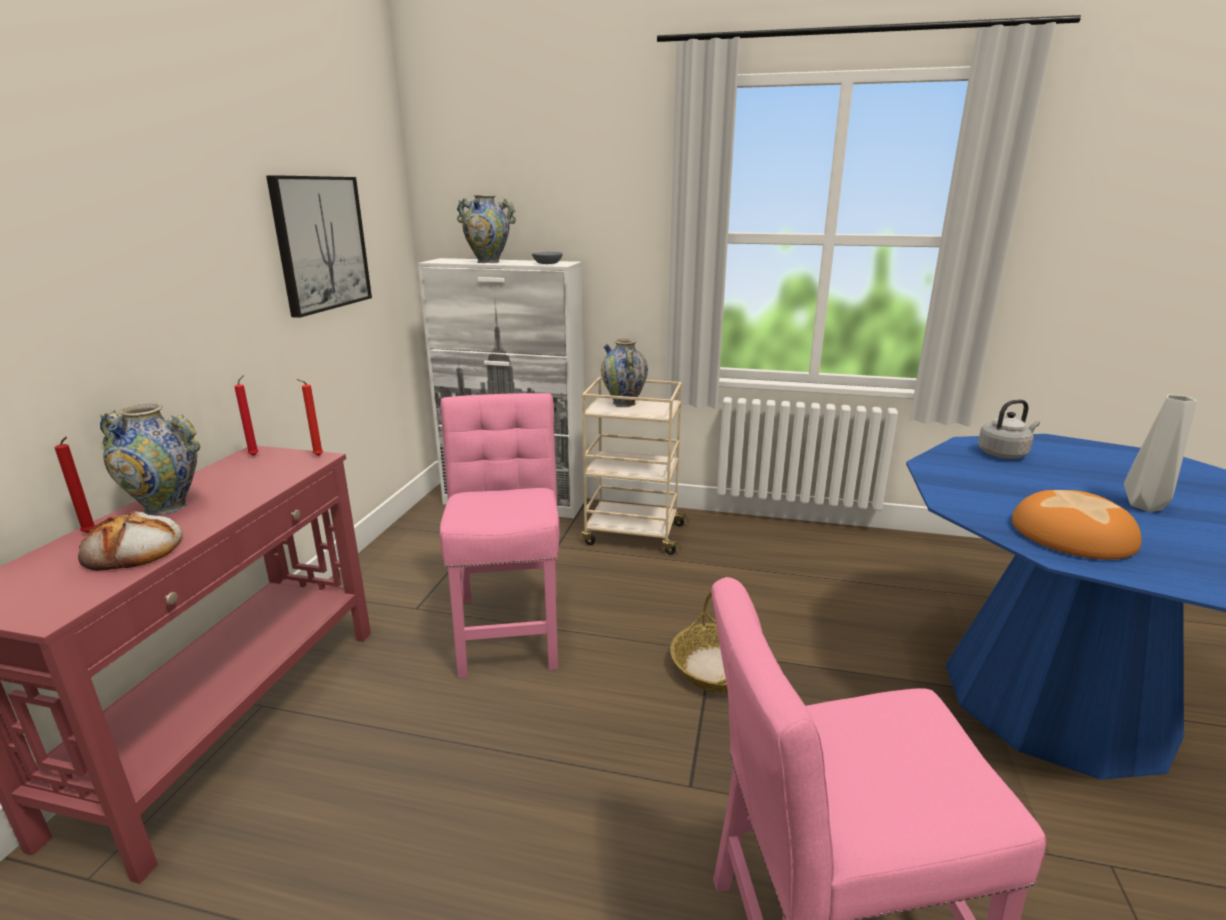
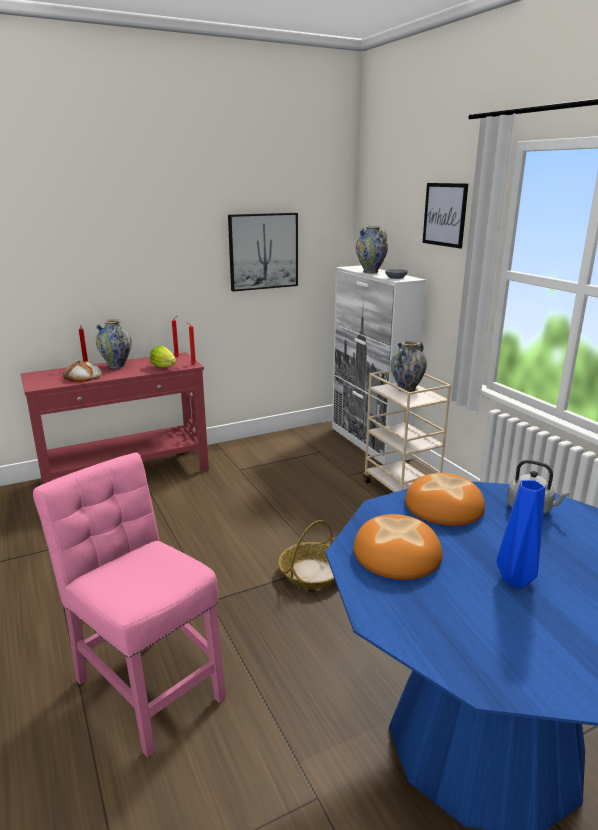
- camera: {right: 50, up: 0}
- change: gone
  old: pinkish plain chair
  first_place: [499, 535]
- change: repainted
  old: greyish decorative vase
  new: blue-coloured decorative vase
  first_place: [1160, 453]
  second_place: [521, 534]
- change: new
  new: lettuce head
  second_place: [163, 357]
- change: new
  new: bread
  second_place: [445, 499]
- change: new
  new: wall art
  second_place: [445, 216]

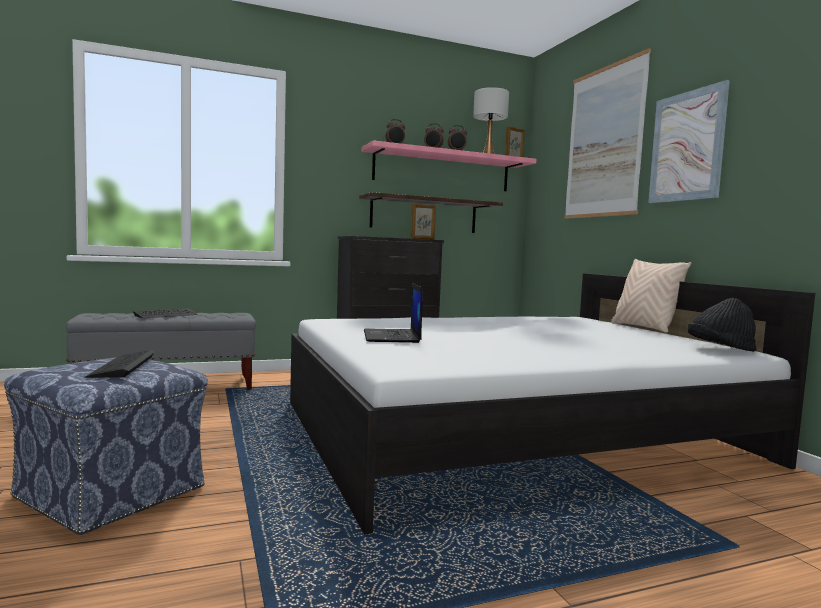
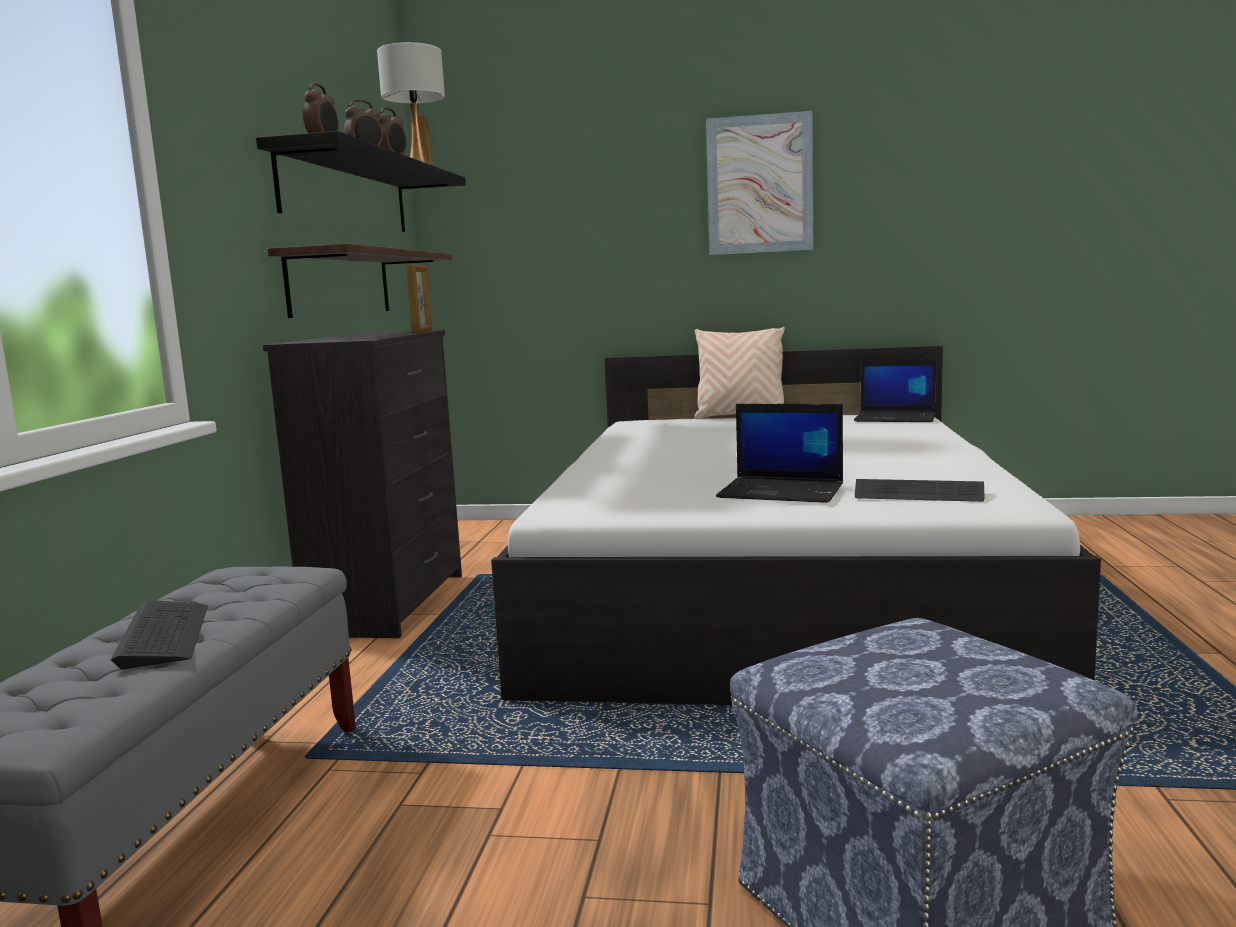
- camera: {right: -60, up: 5}
- change: shifted
  old: computer keyboard
  first_place: [120, 364]
  second_place: [919, 490]
- change: repainted
  old: pinkish bracket shelf
  new: blackish bracket shelf
  first_place: [449, 165]
  second_place: [361, 181]
- change: gone
  old: wall art
  first_place: [607, 133]
- change: swapped
  old: blackish wearable hat
  new: notebook computer
  first_place: [722, 325]
  second_place: [895, 390]

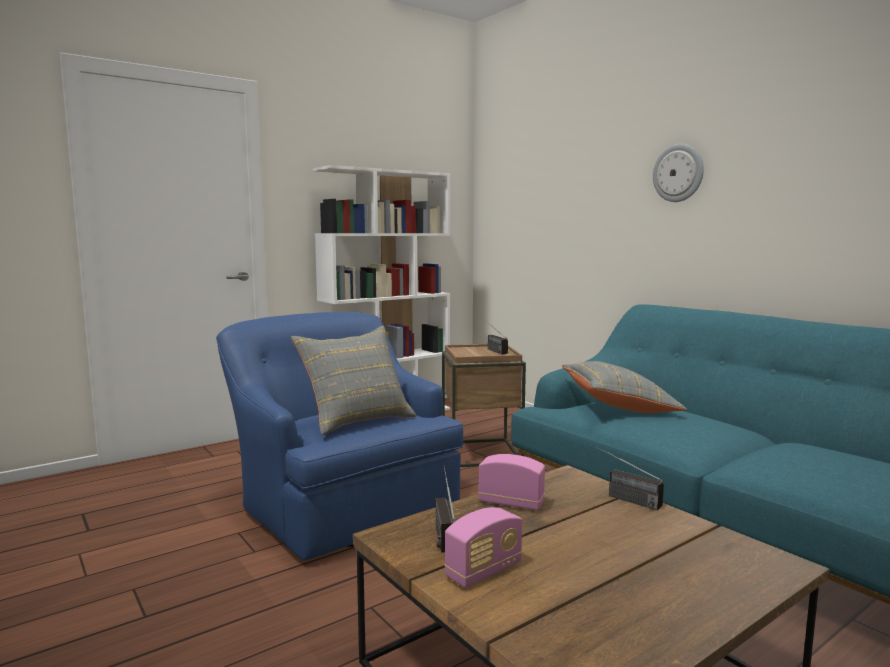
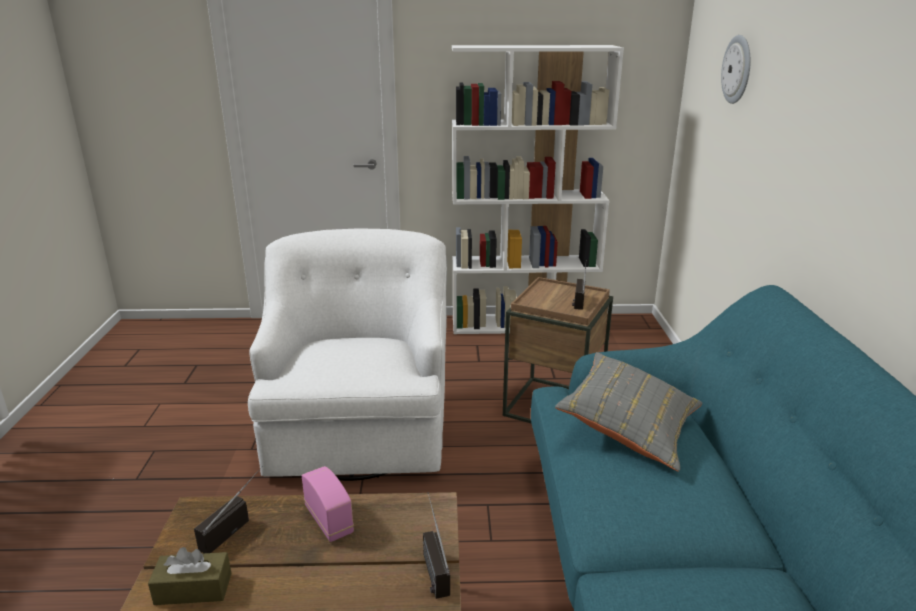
- camera: {right: 35, up: 15}
- change: repainted
  old: blue-coloured lounge chair
  new: whitish lounge chair
  first_place: [339, 436]
  second_place: [347, 354]
- change: gone
  old: greyish throw pillow
  first_place: [353, 380]
- change: swapped
  old: radio
  new: brown-coloured tissue holder
  first_place: [483, 547]
  second_place: [190, 576]
- change: shifted
  old: clock on the wall
  first_place: [678, 173]
  second_place: [736, 69]

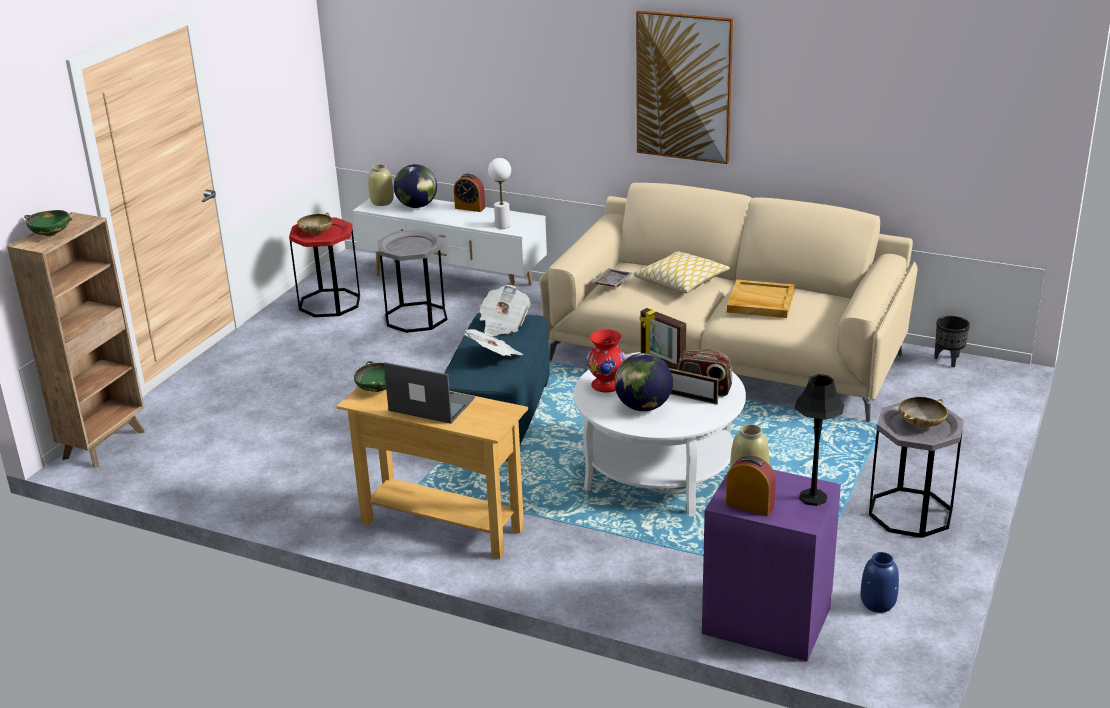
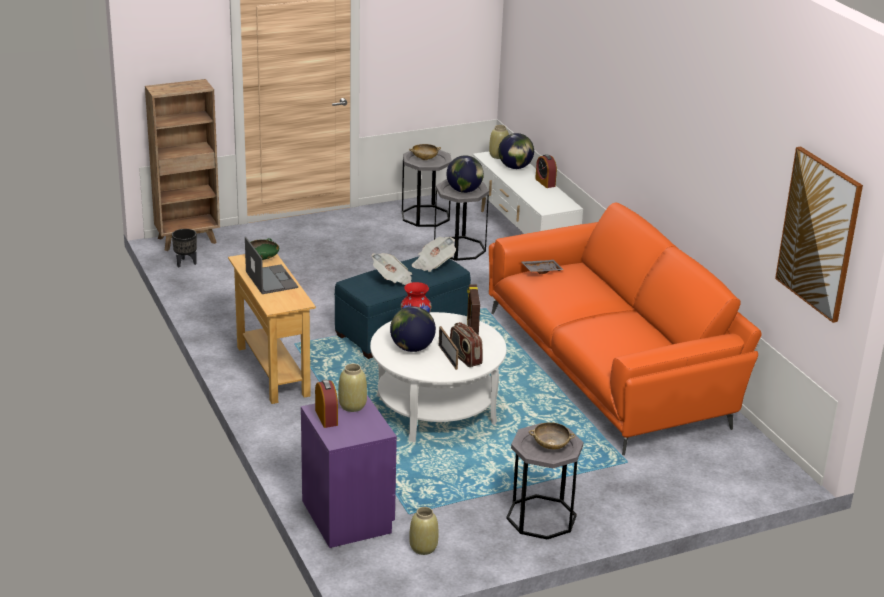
- camera: {right: 40, up: 0}
- change: gone
  old: green-coloured deep dish
  first_place: [48, 223]
- change: repainted
  old: red end table
  new: greyish end table
  first_place: [324, 267]
  second_place: [427, 188]
- change: gone
  old: whitish tabletop lamp
  first_place: [499, 193]
- change: repainted
  old: beige-coloured sofa
  new: orange-coloured sofa
  first_place: [728, 302]
  second_place: [625, 329]
- change: gone
  old: throw pillow
  first_place: [681, 272]
- change: shifted
  old: wall art
  first_place: [684, 87]
  second_place: [819, 235]
- change: gone
  old: beige-coloured carrying tray
  first_place: [761, 298]
- change: gone
  old: blackish tabletop lamp
  first_place: [819, 440]
- change: repainted
  old: blue-coloured decorative vase
  new: beige-coloured decorative vase
  first_place: [880, 582]
  second_place: [424, 531]
- change: shifted
  old: blackish planter
  first_place: [952, 341]
  second_place: [184, 248]
- change: new
  new: world globe
  second_place: [465, 174]

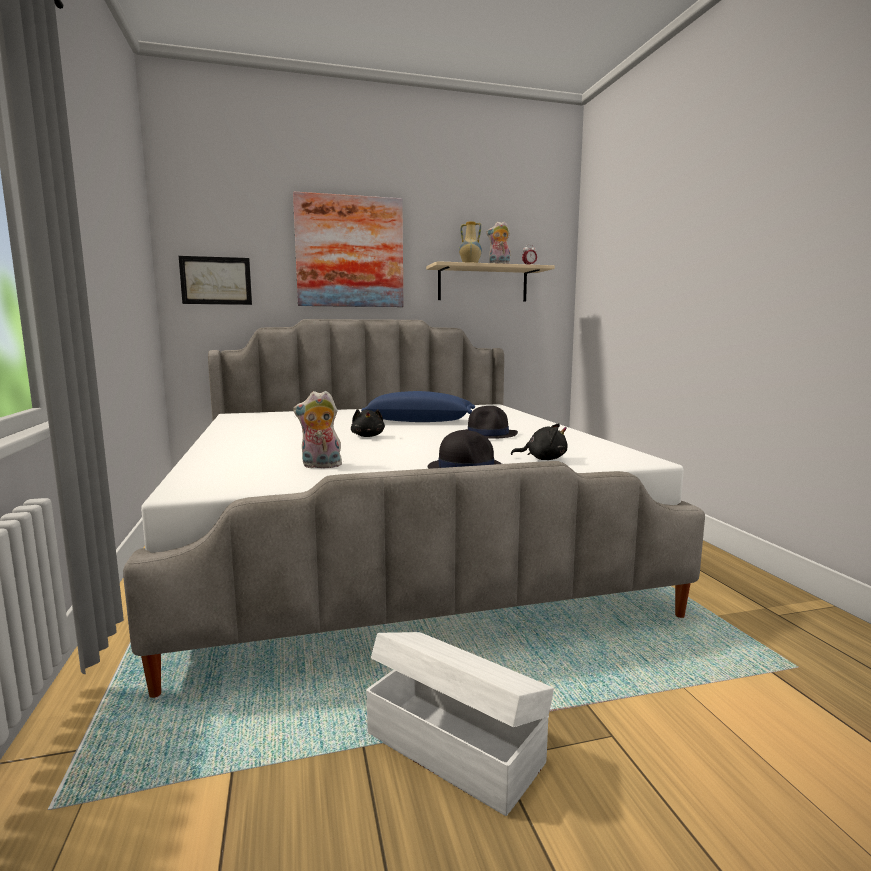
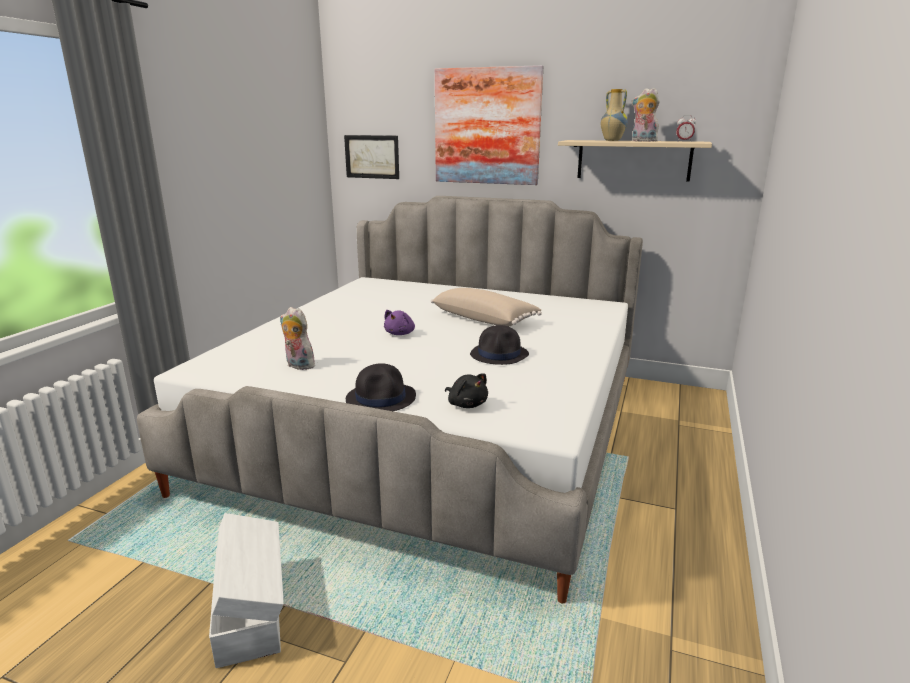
- camera: {right: 35, up: 10}
- change: repainted
  old: blackish cuddly toy
  new: purple-coloured cuddly toy
  first_place: [368, 423]
  second_place: [399, 322]
- change: repainted
  old: blue-coloured throw pillow
  new: beige-coloured throw pillow
  first_place: [418, 406]
  second_place: [486, 307]

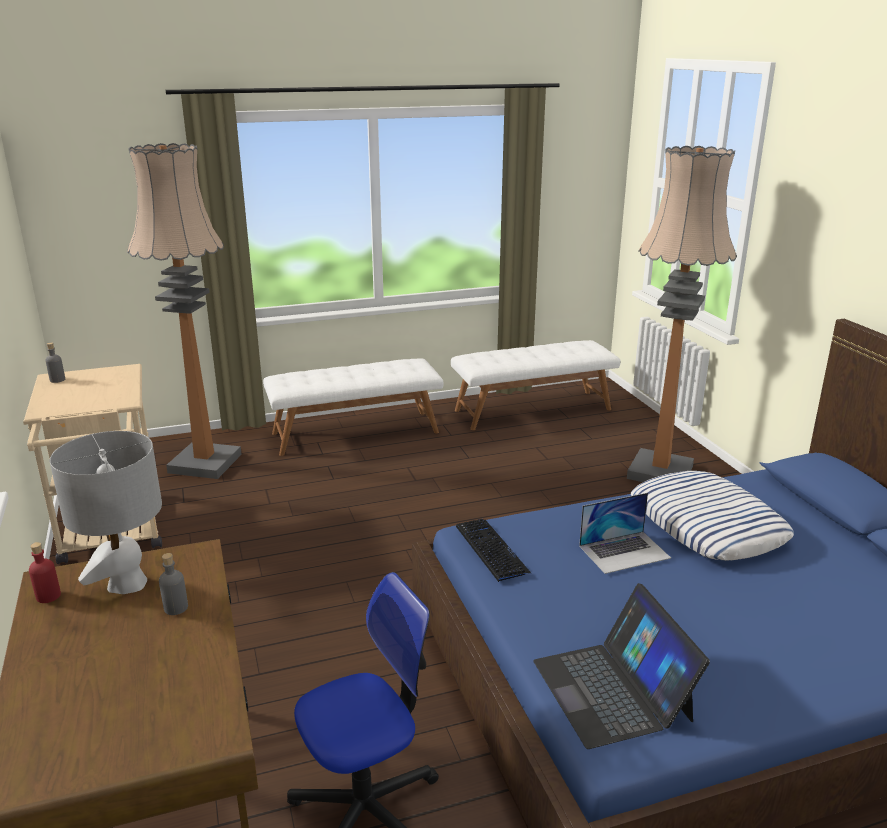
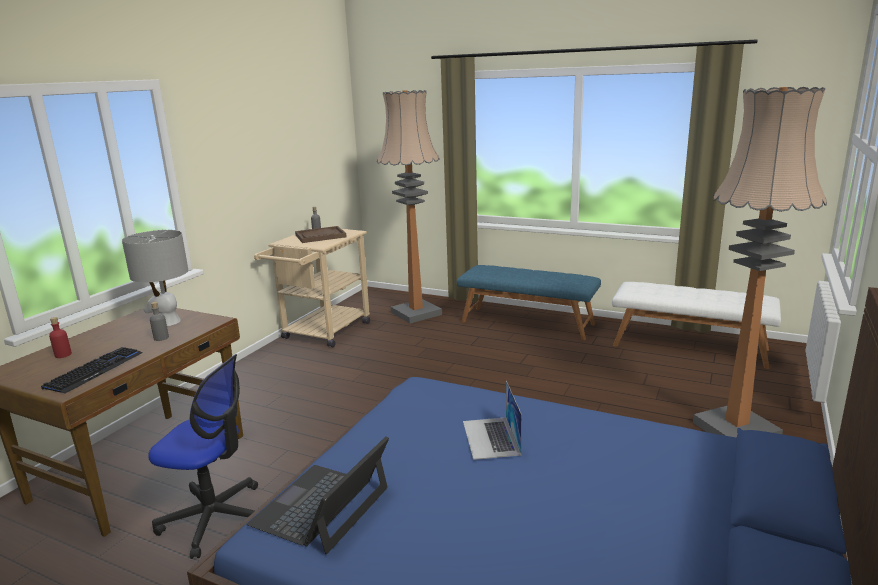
- camera: {right: 45, up: -5}
- change: shifted
  old: red drink bottle
  first_place: [45, 572]
  second_place: [60, 337]
- change: repainted
  old: whitish long seat
  new: blue-coloured long seat
  first_place: [353, 407]
  second_place: [529, 302]
- change: shifted
  old: computer keyboard
  first_place: [493, 550]
  second_place: [92, 370]
- change: rotated
  old: notebook computer
  first_place: [625, 533]
  second_place: [492, 420]
  degrees: 60
- change: gone
  old: throw pillow
  first_place: [712, 516]
- change: new
  new: brown-coloured carrying tray
  second_place: [321, 234]

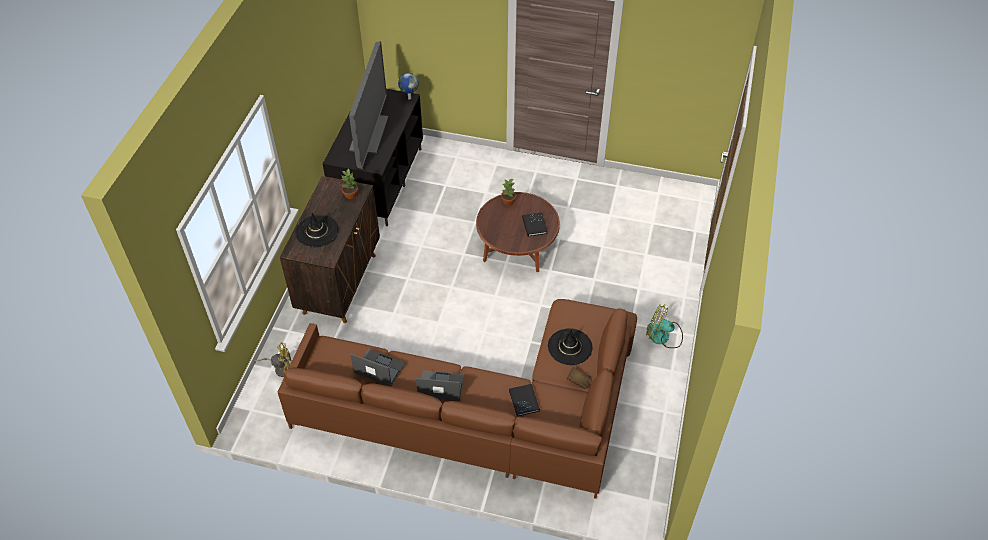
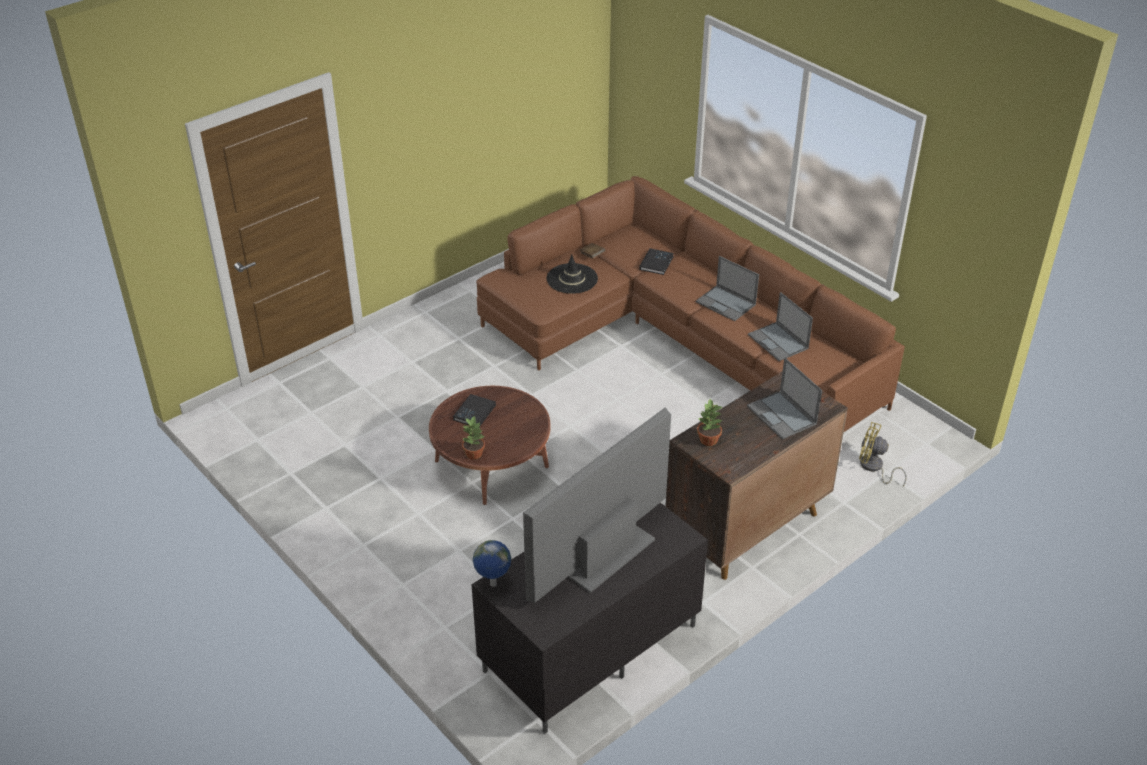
- camera: {right: -145, up: -10}
- change: swapped
  old: blackish wearable hat
  new: notebook computer
  first_place: [317, 230]
  second_place: [784, 398]
- change: gone
  old: electric fan
  first_place: [664, 326]

